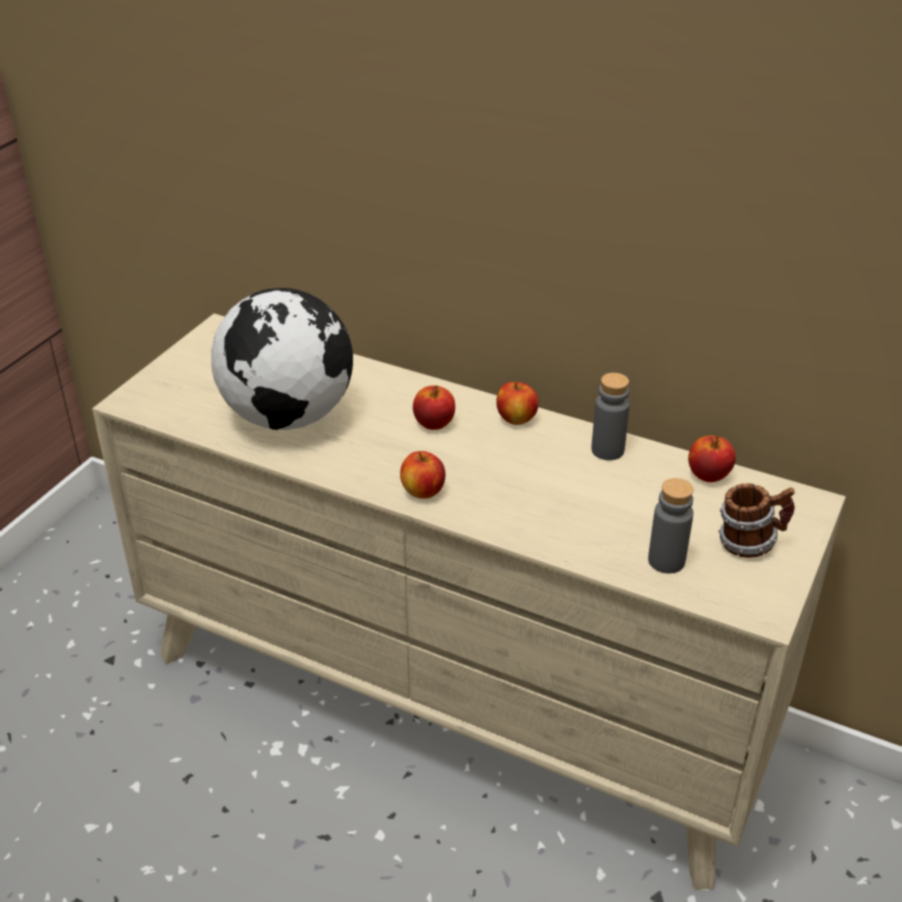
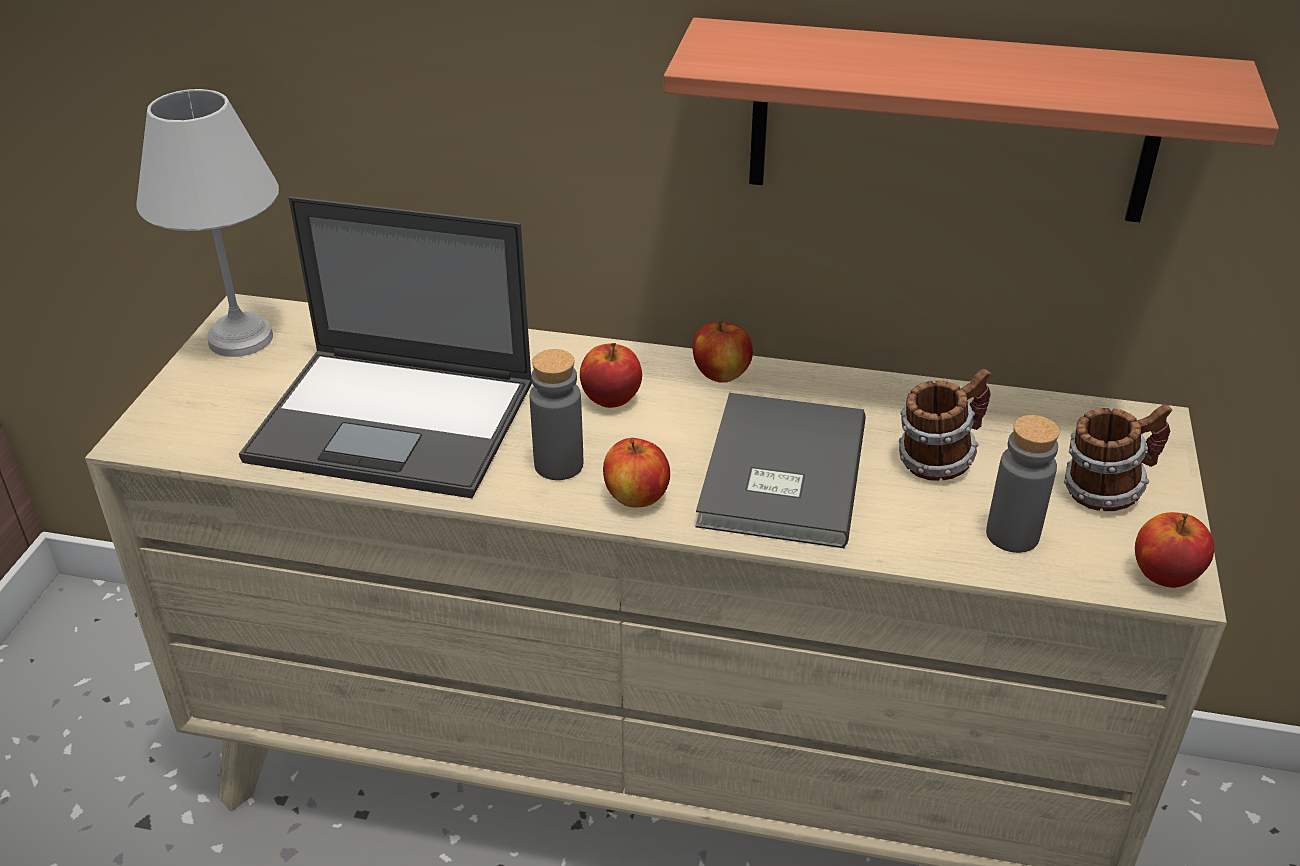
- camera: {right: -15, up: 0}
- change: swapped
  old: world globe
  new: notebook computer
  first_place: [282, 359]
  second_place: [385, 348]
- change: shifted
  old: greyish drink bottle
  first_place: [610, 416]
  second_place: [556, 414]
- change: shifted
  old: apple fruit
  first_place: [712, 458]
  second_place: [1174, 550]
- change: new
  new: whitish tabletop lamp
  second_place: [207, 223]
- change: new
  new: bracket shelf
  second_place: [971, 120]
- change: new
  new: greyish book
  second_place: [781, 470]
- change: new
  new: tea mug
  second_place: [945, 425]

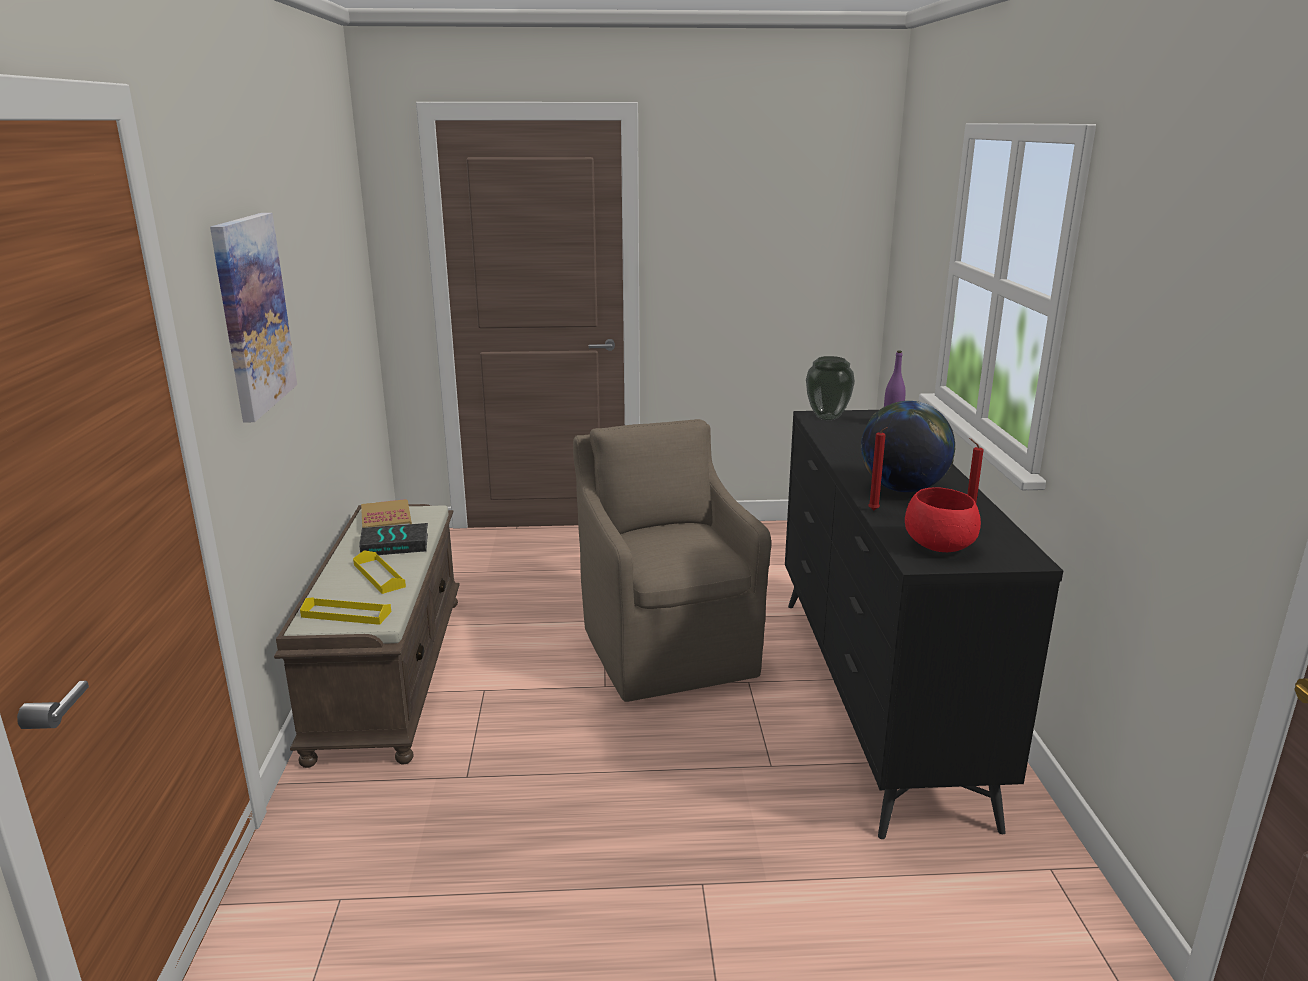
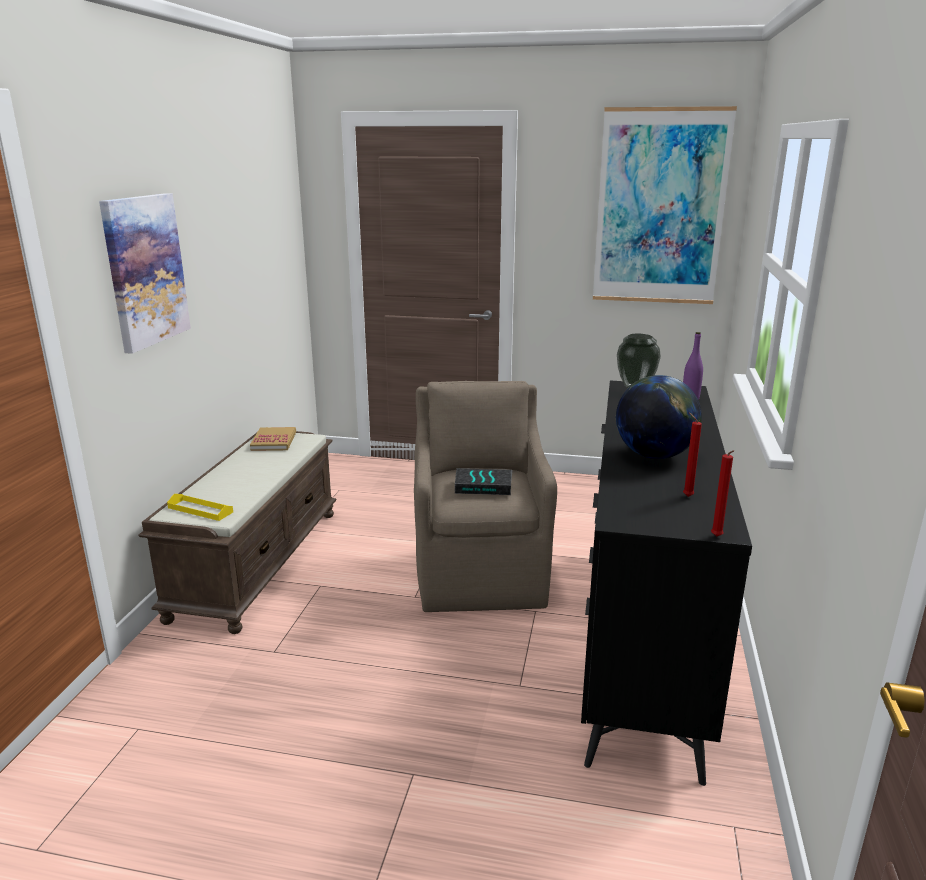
- camera: {right: 15, up: 0}
- change: gone
  old: yellowish carrying tray
  first_place: [379, 572]
- change: shifted
  old: book
  first_place: [393, 539]
  second_place: [483, 481]
- change: shifted
  old: red wax light
  first_place: [878, 469]
  second_place: [722, 493]
- change: gone
  old: red deep dish
  first_place: [943, 519]
- change: new
  new: wall art
  second_place: [665, 205]

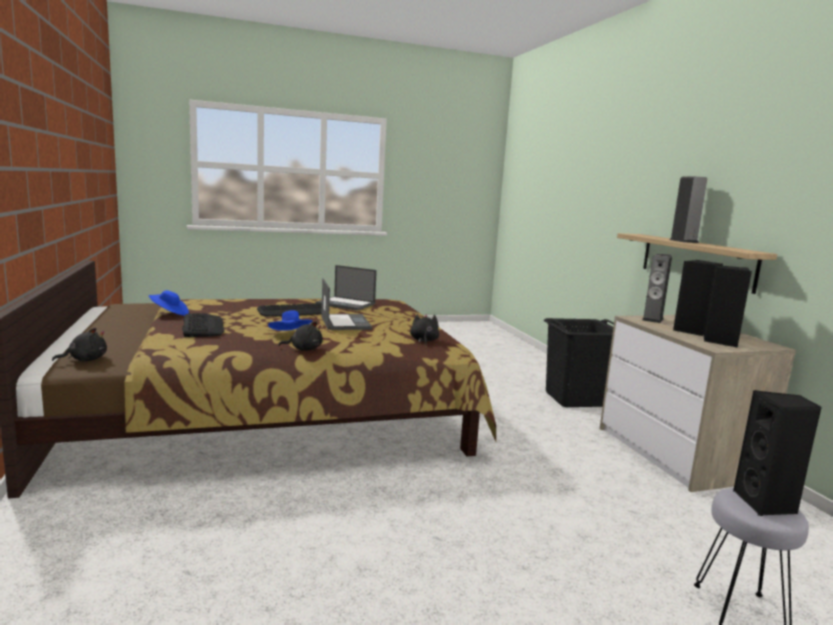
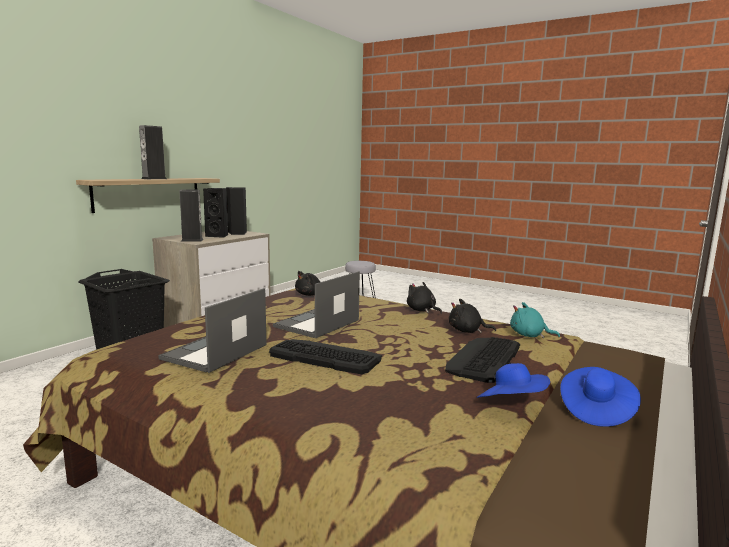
- camera: {right: -130, up: 0}
- change: shifted
  old: blackish cuddly toy
  first_place: [79, 345]
  second_place: [472, 316]
- change: shifted
  old: blue-coloured wearable hat
  first_place: [290, 320]
  second_place: [600, 397]
- change: rotated
  old: notebook computer
  first_place: [346, 288]
  second_place: [212, 330]
  degrees: -135
- change: gone
  old: blackish speaker
  first_place: [777, 453]
- change: new
  new: turquoise-coloured cuddly toy
  second_place: [535, 320]

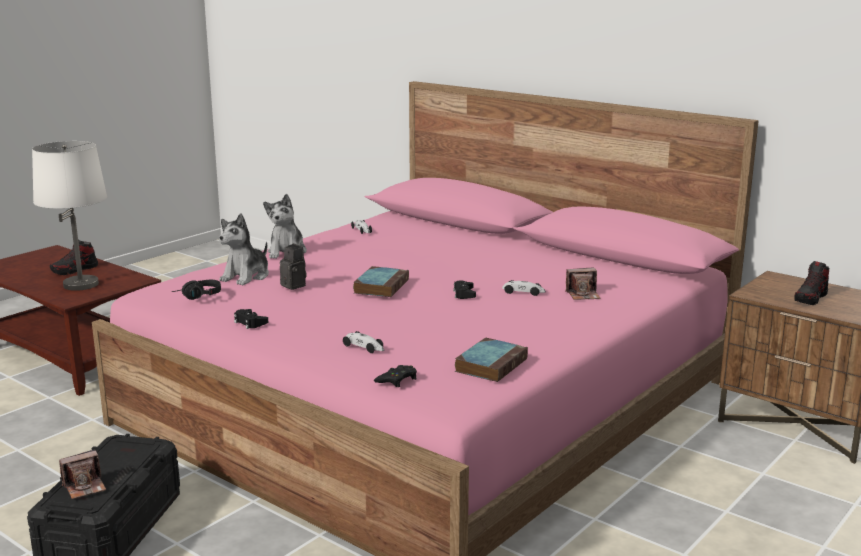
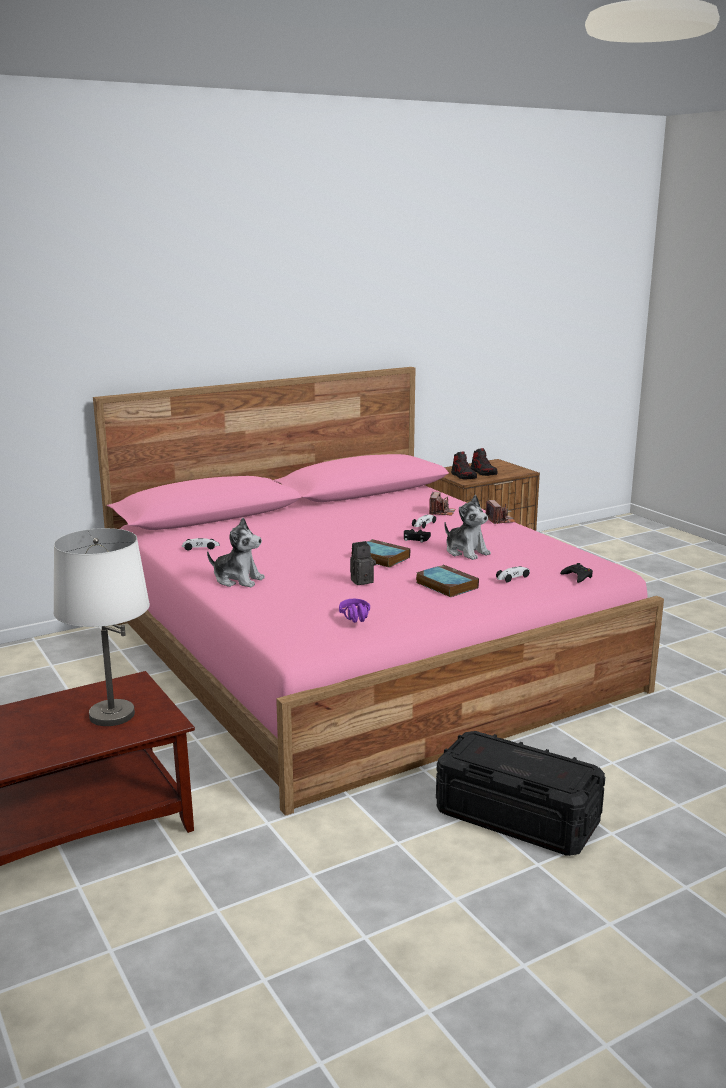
- camera: {right: -70, up: 0}
- change: shifted
  old: item of footwear
  first_place: [74, 257]
  second_place: [464, 466]
- change: shifted
  old: photo camera
  first_place: [82, 474]
  second_place: [501, 512]
- change: repainted
  old: blackish headset
  new: purple-coloured headset
  first_place: [196, 290]
  second_place: [354, 611]
- change: shifted
  old: cuddly toy
  first_place: [244, 249]
  second_place: [467, 527]
- change: gone
  old: blackish game controller
  first_place: [251, 319]
- change: shifted
  old: book
  first_place: [491, 359]
  second_place: [447, 580]

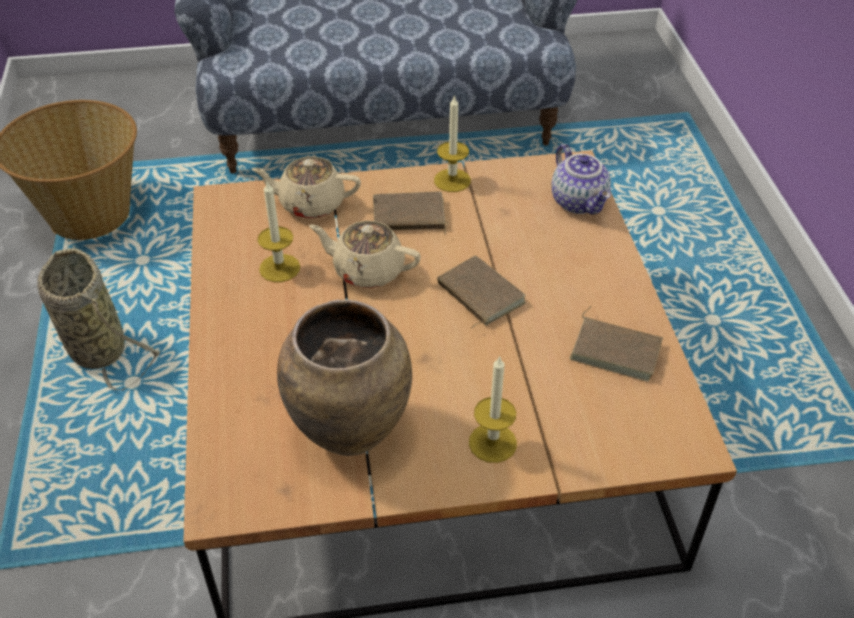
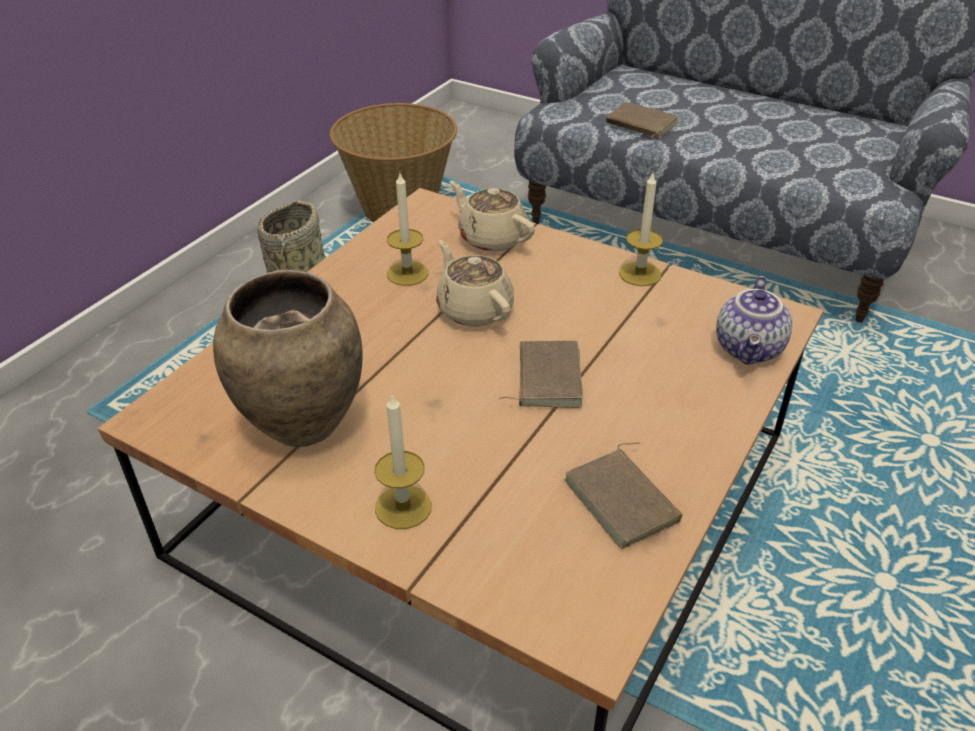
- camera: {right: 40, up: -5}
- change: shifted
  old: brown-coloured book
  first_place: [411, 213]
  second_place: [642, 120]

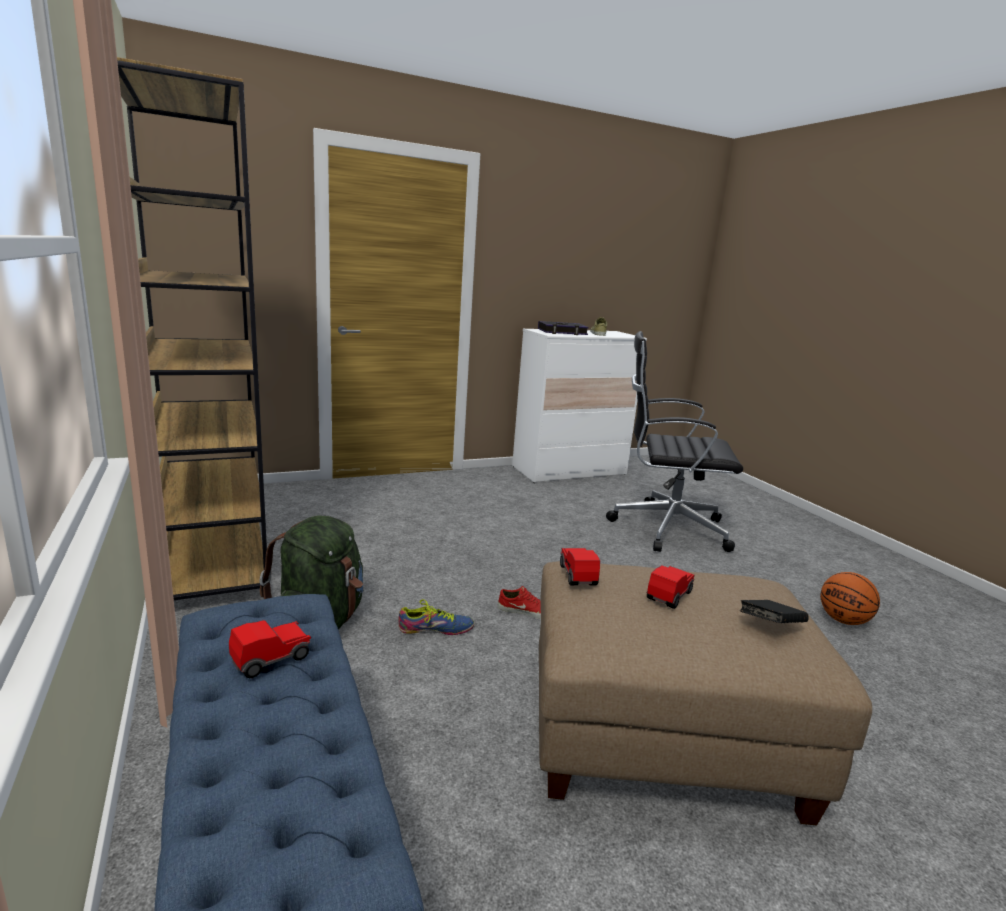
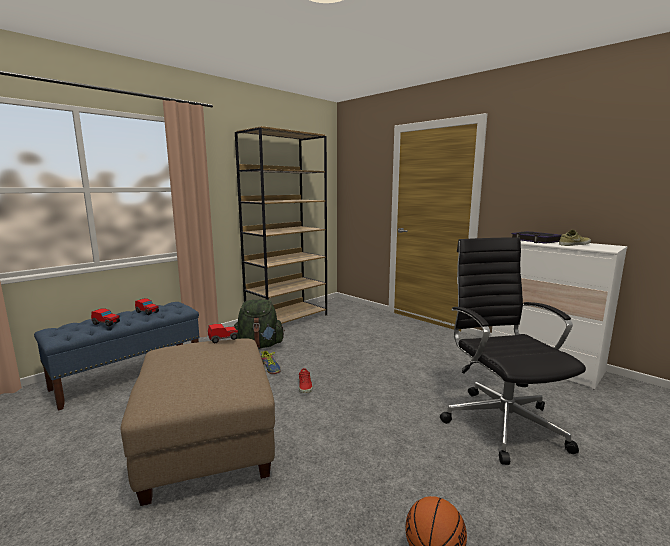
- camera: {right: 70, up: -5}
- change: shifted
  old: toy car
  first_place: [671, 587]
  second_place: [105, 317]
- change: gone
  old: blackish book
  first_place: [774, 611]

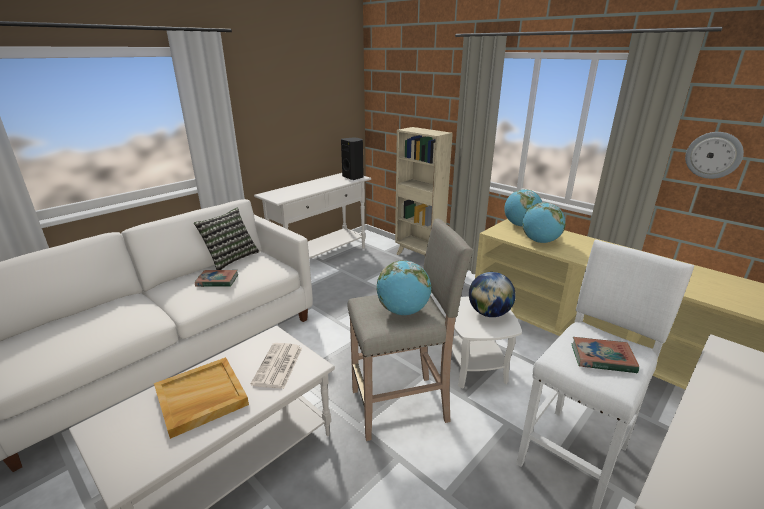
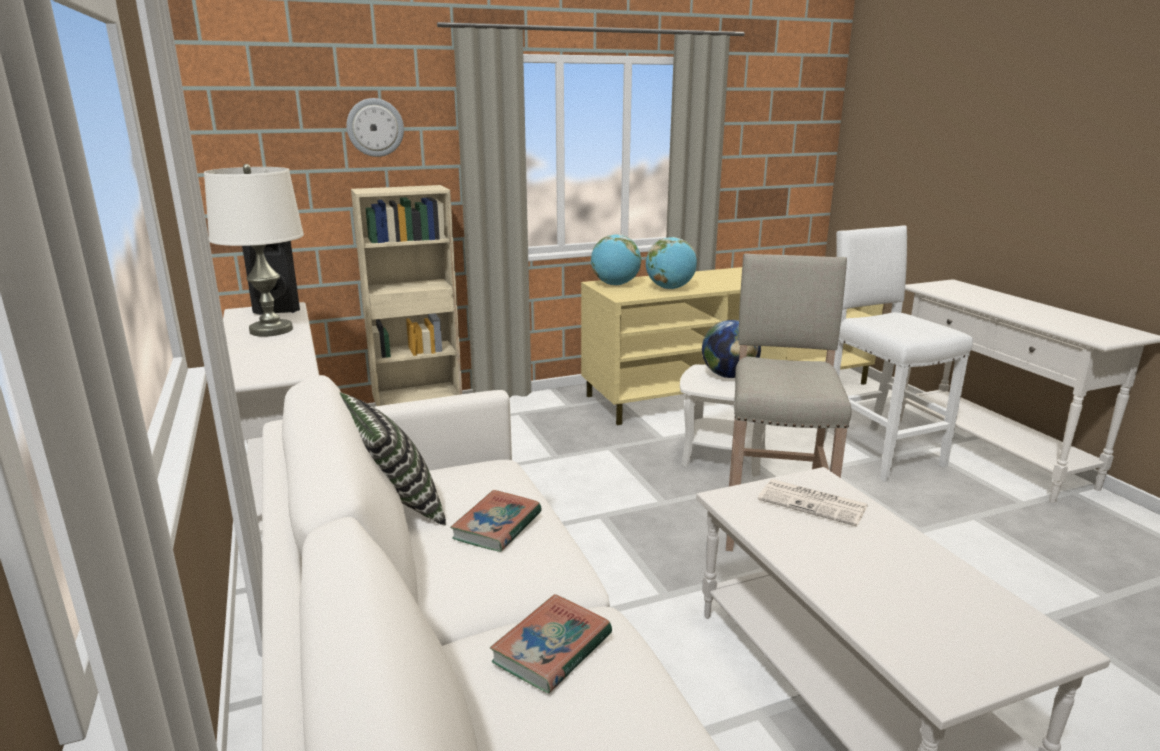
- camera: {right: -65, up: -5}
- change: gone
  old: beige-coloured carrying tray
  first_place: [201, 398]
- change: gone
  old: world globe
  first_place: [403, 287]
- change: shifted
  old: book
  first_place: [605, 355]
  second_place: [551, 643]
- change: shifted
  old: clock on the wall
  first_place: [714, 155]
  second_place: [375, 127]
- change: new
  new: whitish tabletop lamp
  second_place: [254, 250]

